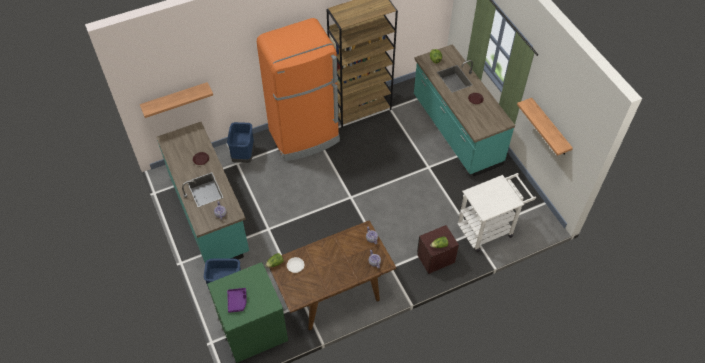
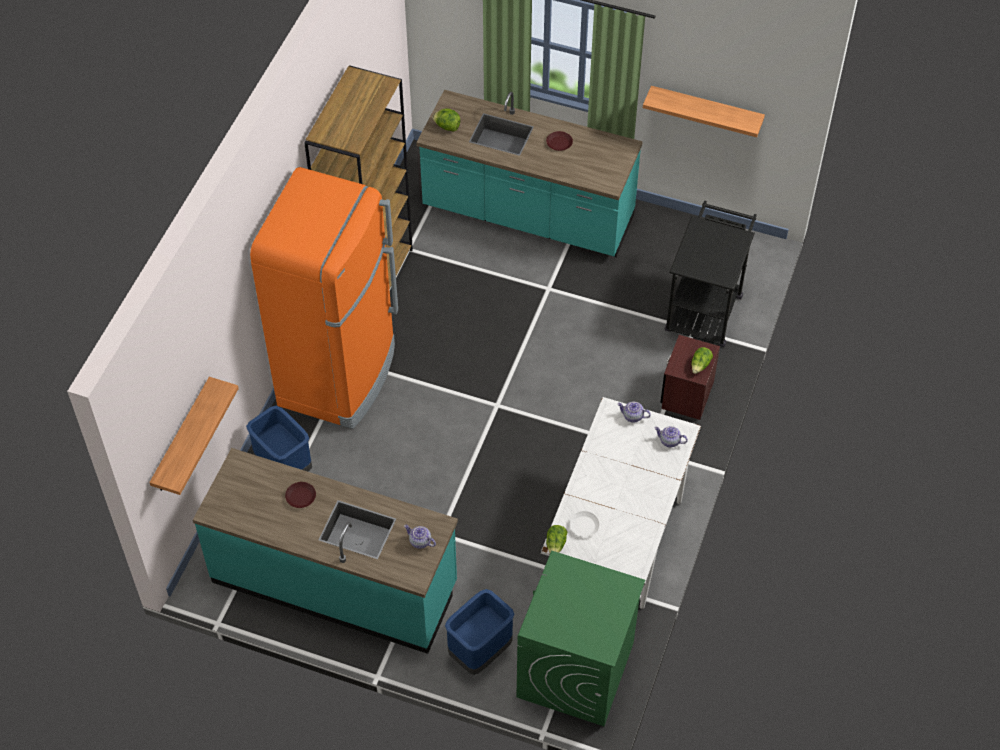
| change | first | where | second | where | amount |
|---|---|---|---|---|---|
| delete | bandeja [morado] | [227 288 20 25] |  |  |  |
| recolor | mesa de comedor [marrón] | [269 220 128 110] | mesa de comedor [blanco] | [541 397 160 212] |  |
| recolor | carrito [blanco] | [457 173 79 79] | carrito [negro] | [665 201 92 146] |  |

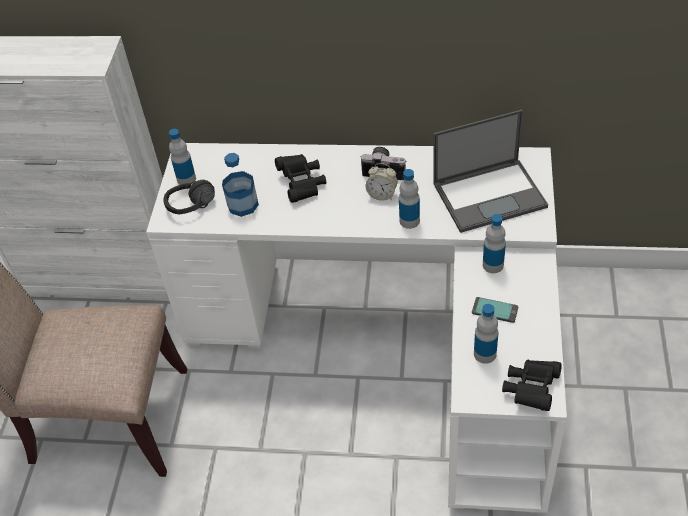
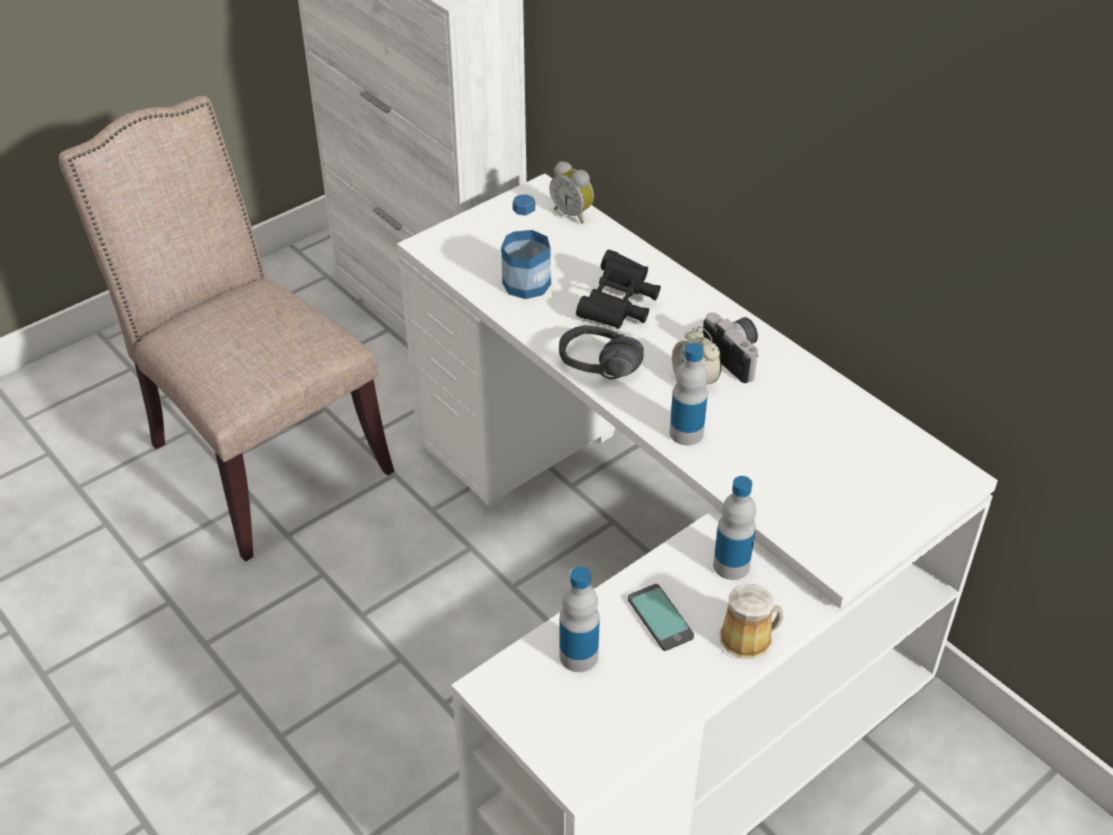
| change | first | where | second | where | amount |
|---|---|---|---|---|---|
| delete | botella | [169 129 27 56] |  |  |  |
| delete | portátil | [433 110 115 123] |  |  |  |
| delete | prismáticos [negro] | [502 360 60 51] |  |  |  |
| insert |  |  | despertador | [549 161 45 63] |  |
| insert |  |  | taza grande | [719 584 64 75] |  |
| move | auriculares [negro] | [163 180 52 35] |  | [559 325 85 54] |  |

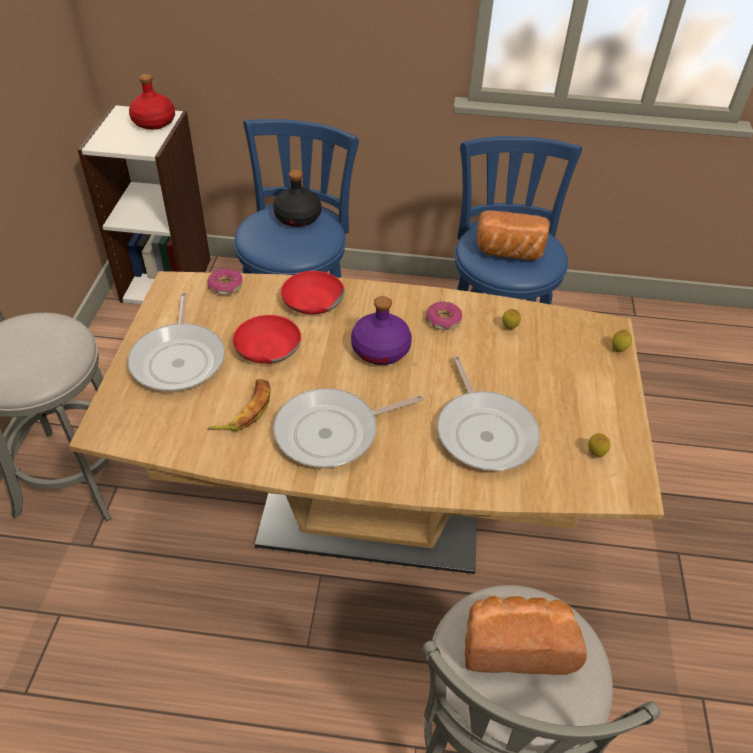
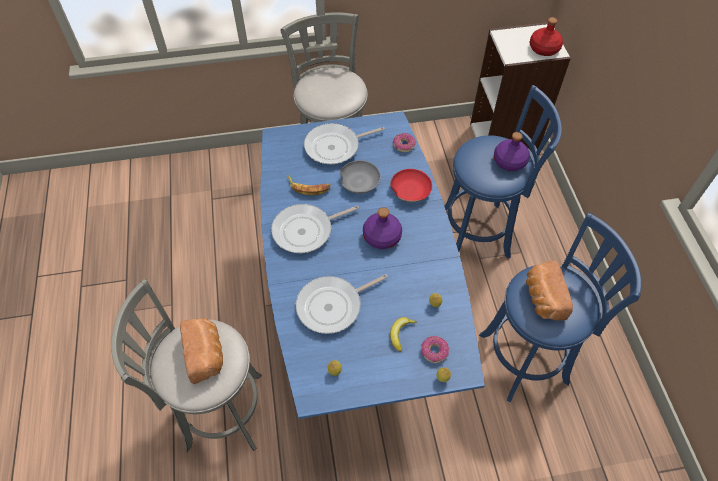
| change | first | where | second | where | amount |
|---|---|---|---|---|---|
| insert |  |  | plátano | [390 317 27 35] |  |
| move | rosquilla | [426 301 36 29] |  | [421 336 28 27] |  |
| recolor | mesa de comedor [marrón] | [69 271 595 303] | mesa de comedor [azul] | [260 111 225 308] |  |
| recolor | cuenco [rojo] | [233 315 68 49] | cuenco [gris] | [340 160 41 33] |  |
| recolor | botella [negro] | [273 170 48 57] | botella [morado] | [494 132 36 39] |  |
| rotate | sartén | [273 388 151 80] |  | [271 204 88 49] | 75 degrees counterclockwise |

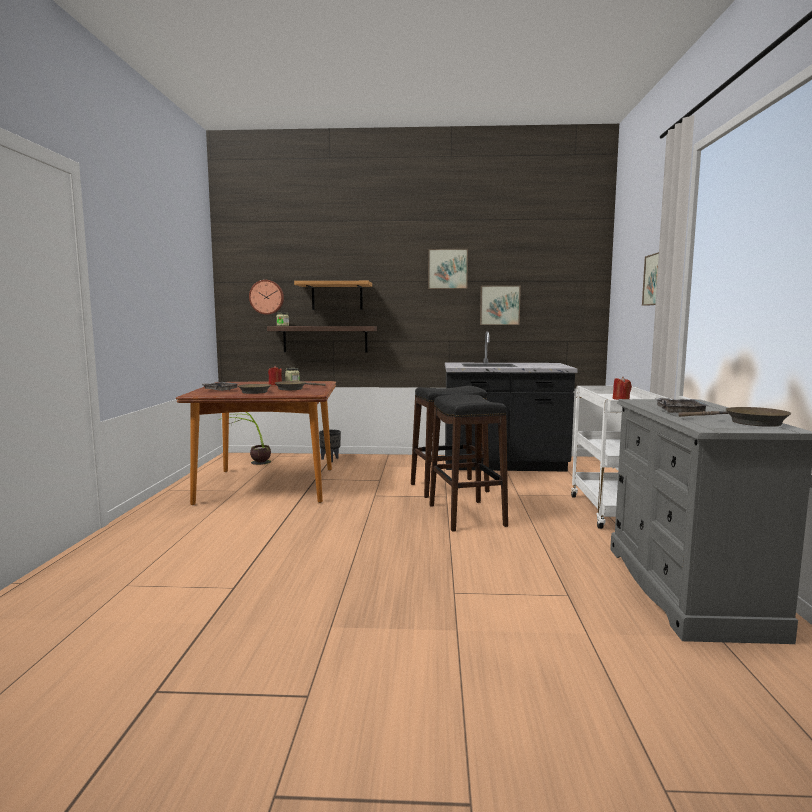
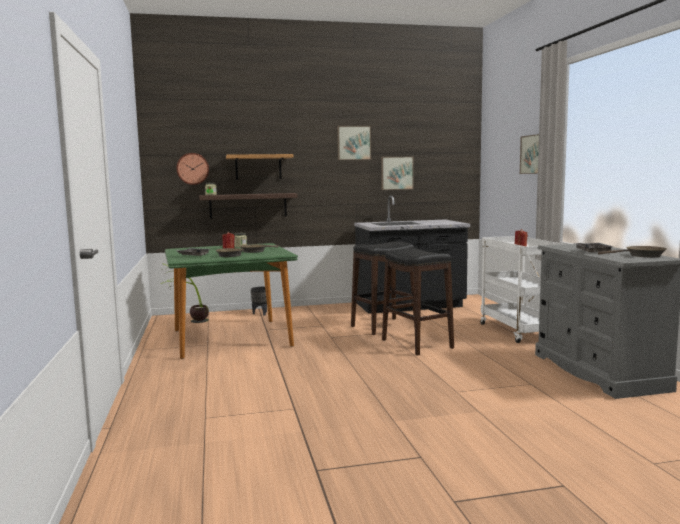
| change | first | where | second | where | amount |
|---|---|---|---|---|---|
| recolor | mesa de comedor [marrón] | [176 381 160 124] | mesa de comedor [verde] | [165 243 133 116] |  |

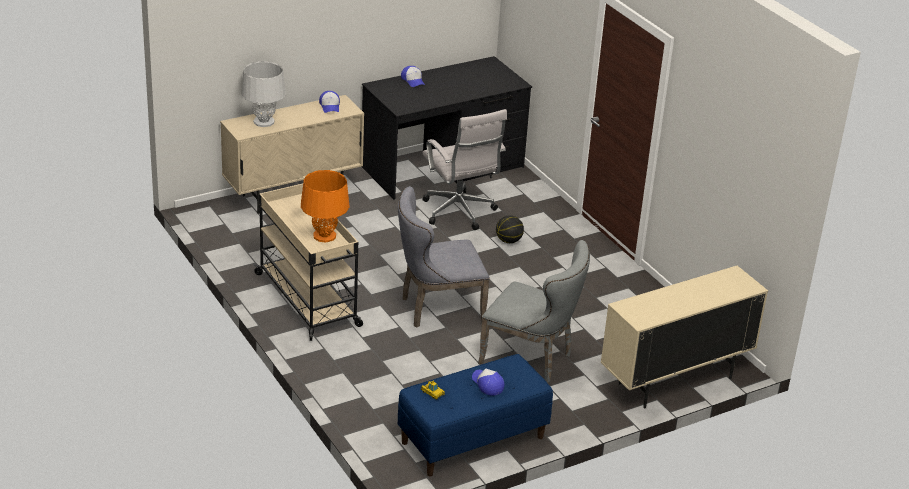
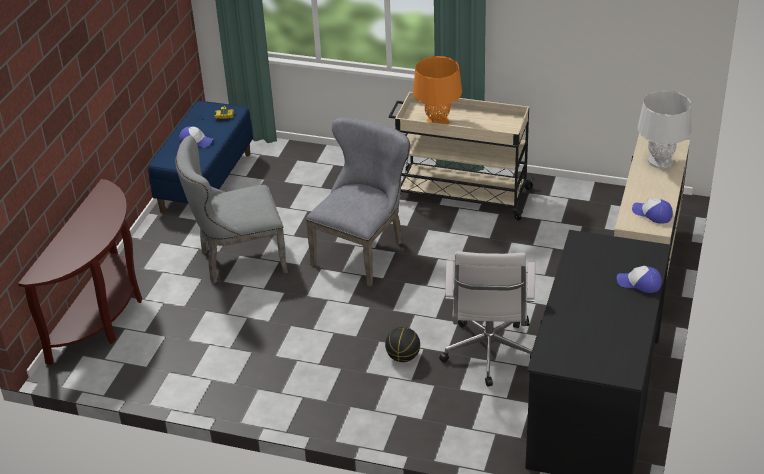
| change | first | where | second | where | amount |
|---|---|---|---|---|---|
| replace | armario [beis] | [601 266 167 143] | mesa consola [marrón] | [18 179 124 186] |  |
| rotate | silla de oficina [blanco] | [423 109 84 121] |  | [439 251 96 136] | 105 degrees counterclockwise |

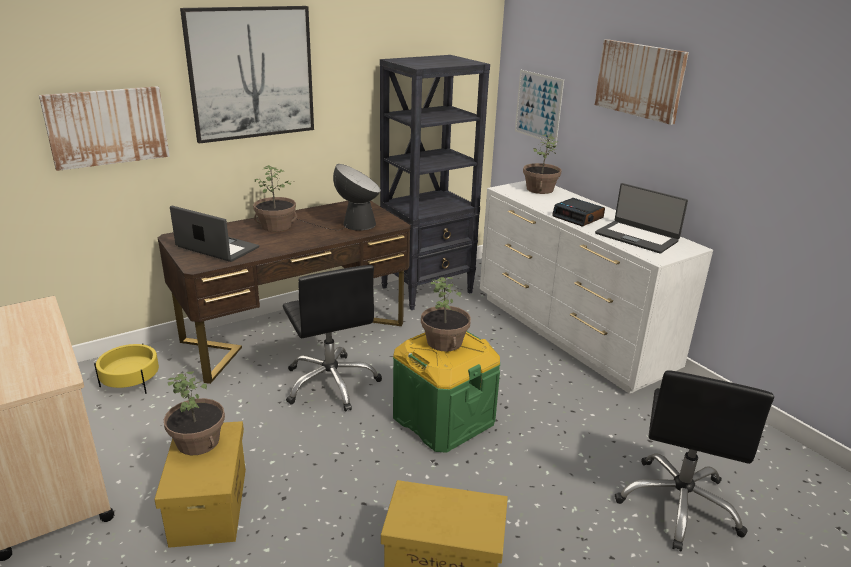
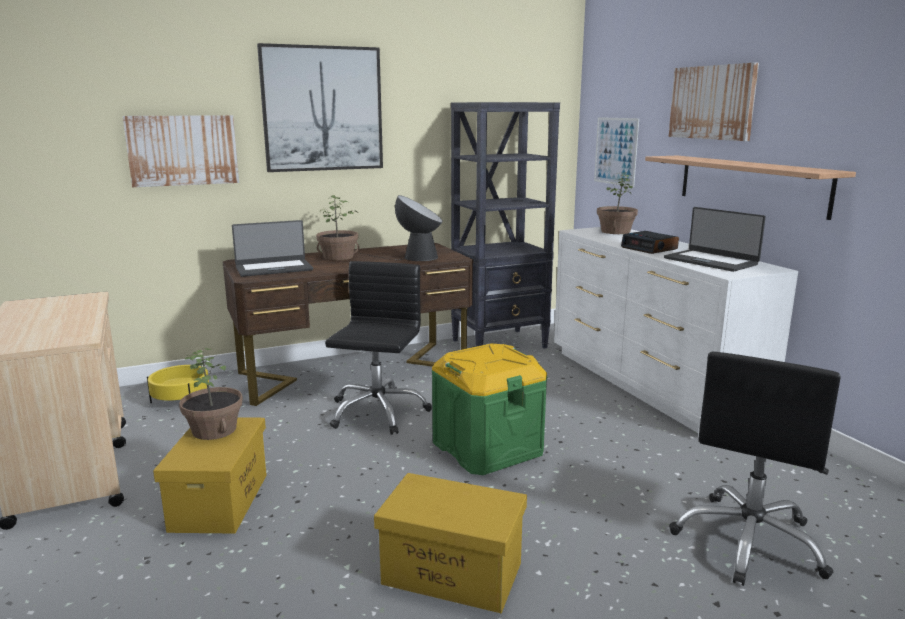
| change | first | where | second | where | amount |
|---|---|---|---|---|---|
| delete | planta en maceta | [421 277 50 75] |  |  |  |
| insert |  |  | estante | [645 156 211 64] |  |
| rotate | portátil | [170 206 89 56] |  | [232 220 81 57] | 120 degrees clockwise |
| rotate | silla de oficina [negro] | [283 265 99 147] |  | [325 261 107 174] | 150 degrees counterclockwise |

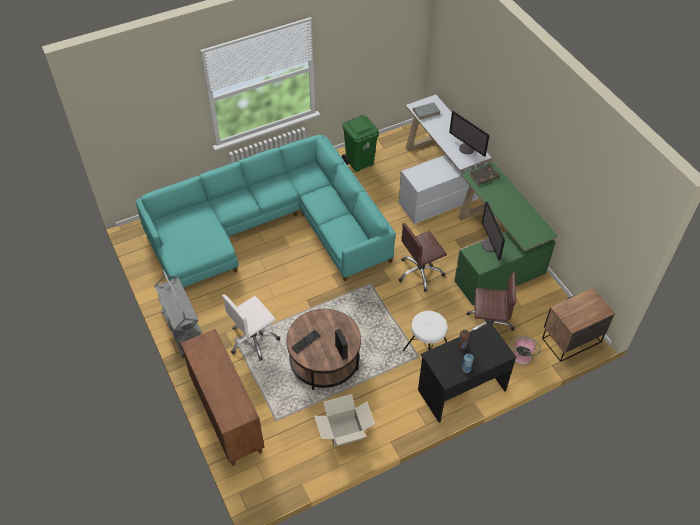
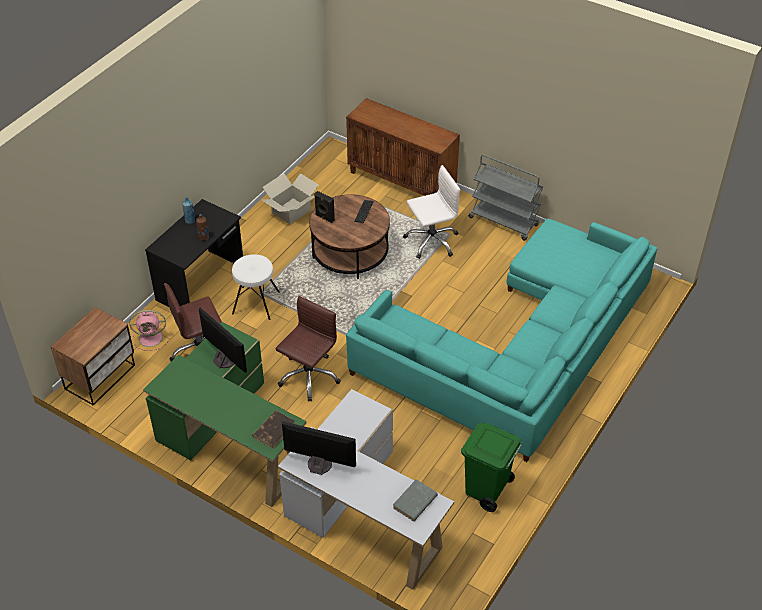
| change | first | where | second | where | amount |
|---|---|---|---|---|---|
| rotate | silla de oficina [blanco] | [222 294 58 67] |  | [403 165 57 94] | 45 degrees clockwise |

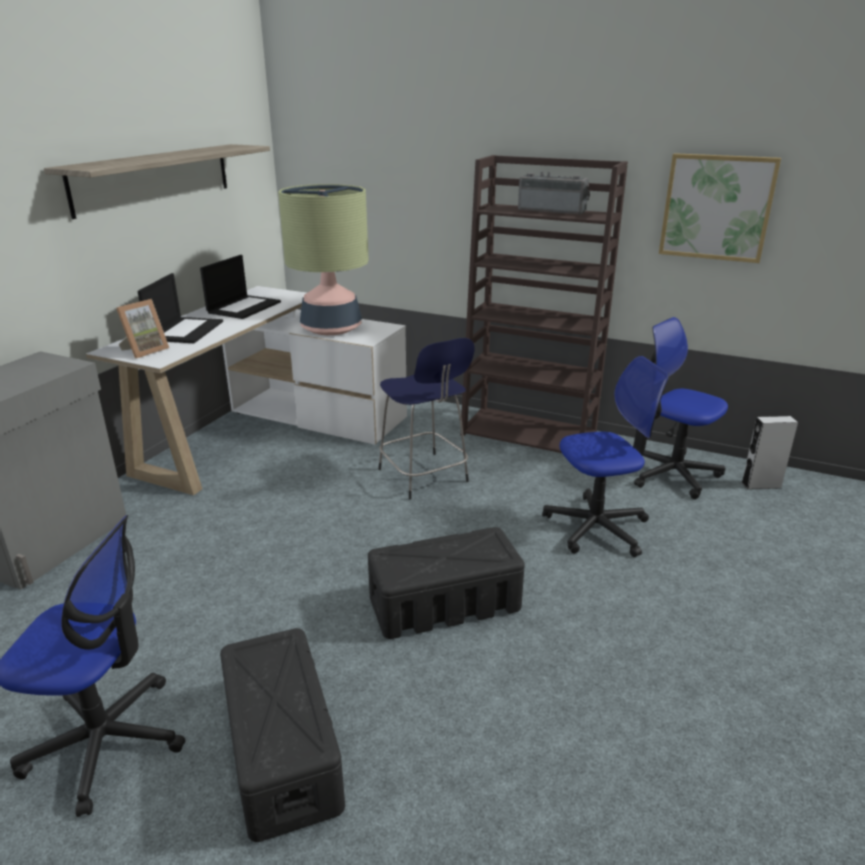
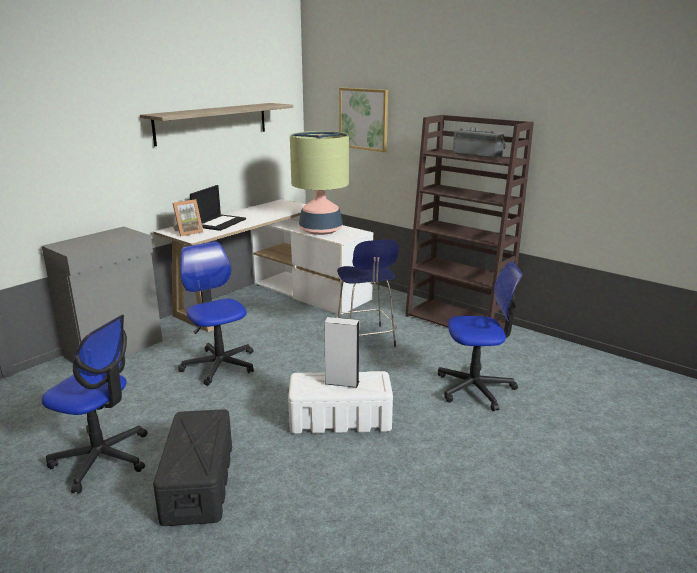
| change | first | where | second | where | amount |
|---|---|---|---|---|---|
| delete | portátil | [200 255 81 64] |  |  |  |
| move | silla de oficina | [634 317 94 182] |  | [178 242 76 144] |  |
| move | cuadro | [659 153 122 110] |  | [339 88 49 64] |  |
| move | altavoz [gris] | [741 416 57 74] |  | [324 317 35 71] |  |
| recolor | caja de almacenaje [negro] | [368 527 157 112] | caja de almacenaje [blanco] | [288 371 105 63] |  |

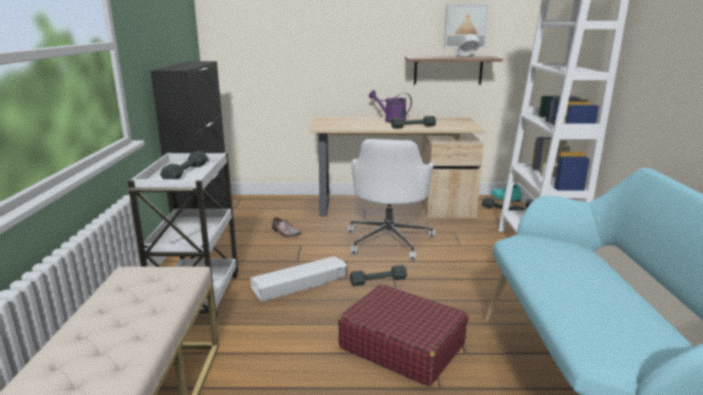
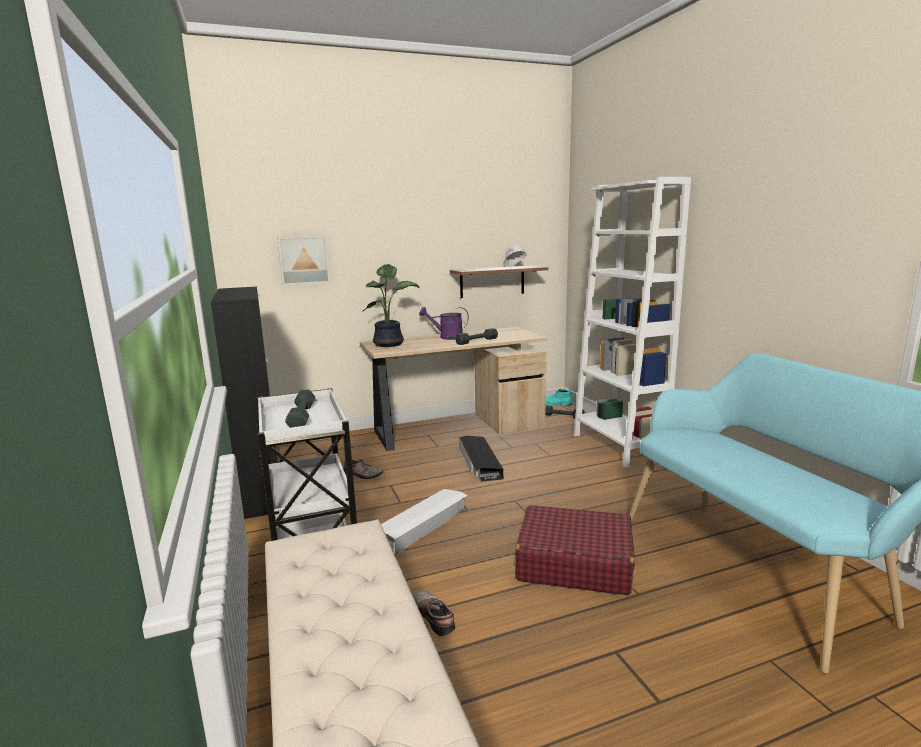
| change | first | where | second | where | amount |
|---|---|---|---|---|---|
| delete | mancuerna [gris] | [350 265 57 21] |  |  |  |
| insert |  |  | planta en maceta | [362 264 58 83] |  |
| insert |  |  | zapato | [412 591 43 45] |  |
| move | cuadro | [444 4 45 44] |  | [277 236 53 49] |  |
| replace | silla de oficina [blanco] | [348 139 87 121] | caja de almacenaje [negro] | [459 436 45 46] |  |

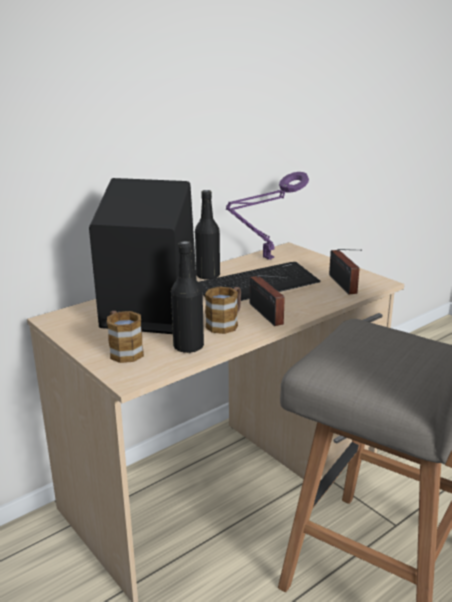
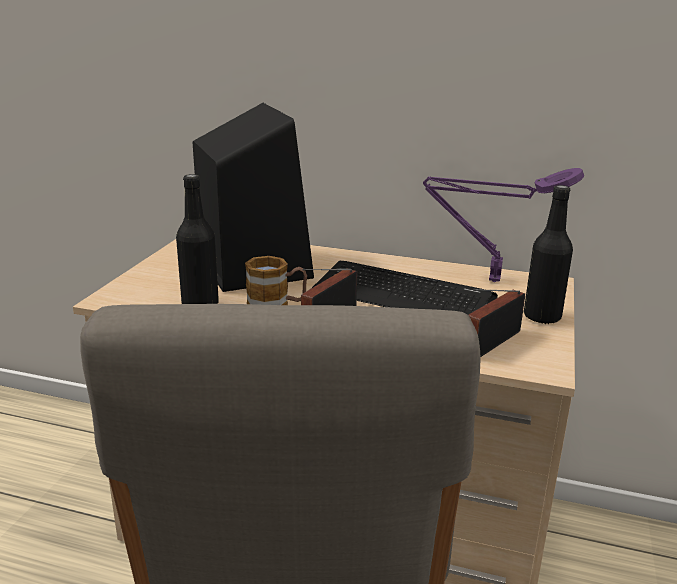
| change | first | where | second | where | amount |
|---|---|---|---|---|---|
| delete | taza grande | [107 311 37 52] |  |  |  |
| move | botella [negro] | [195 190 25 89] |  | [524 185 49 139] |  |

